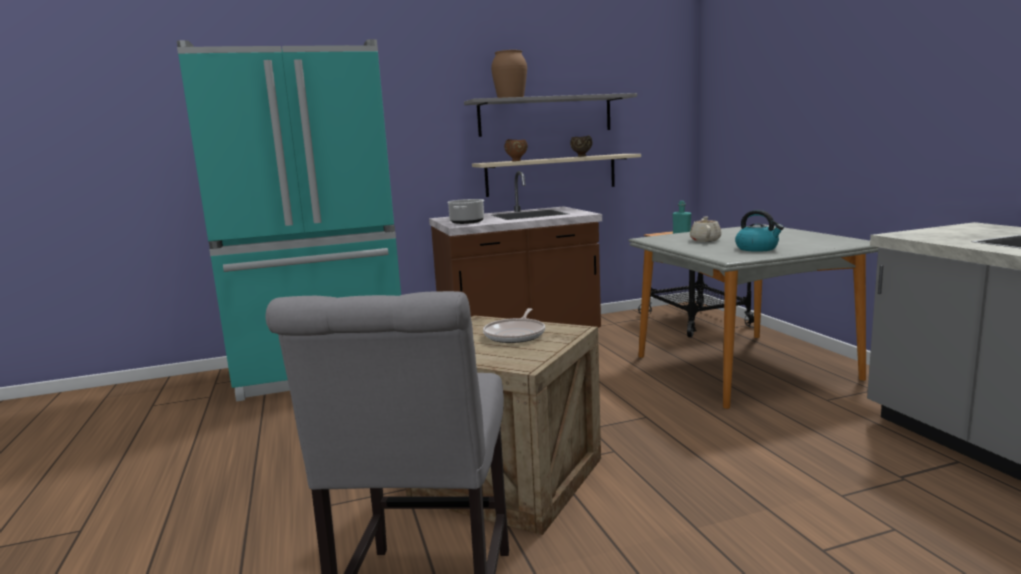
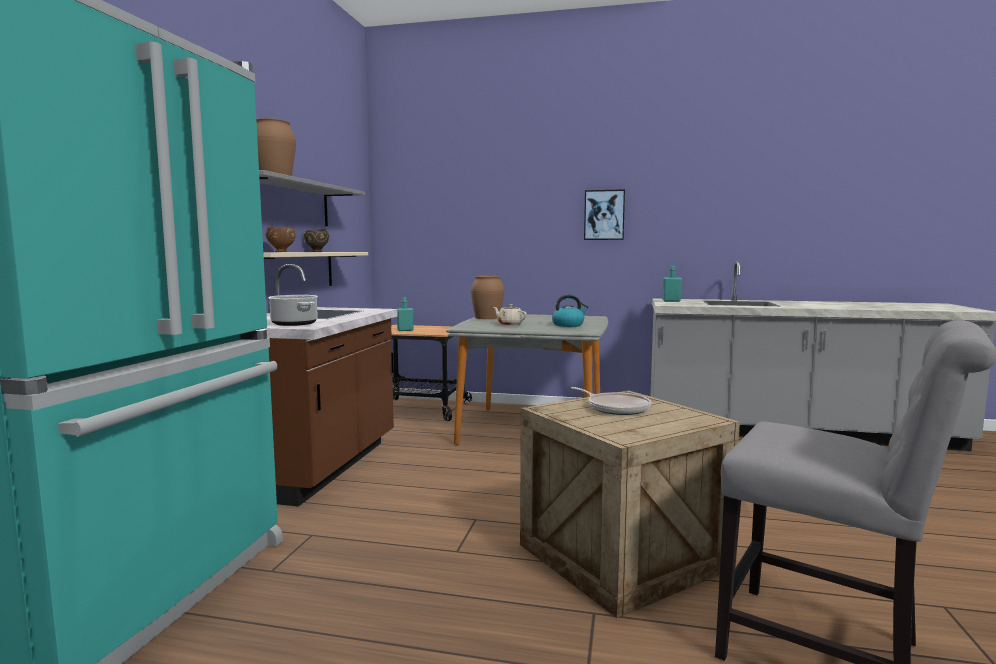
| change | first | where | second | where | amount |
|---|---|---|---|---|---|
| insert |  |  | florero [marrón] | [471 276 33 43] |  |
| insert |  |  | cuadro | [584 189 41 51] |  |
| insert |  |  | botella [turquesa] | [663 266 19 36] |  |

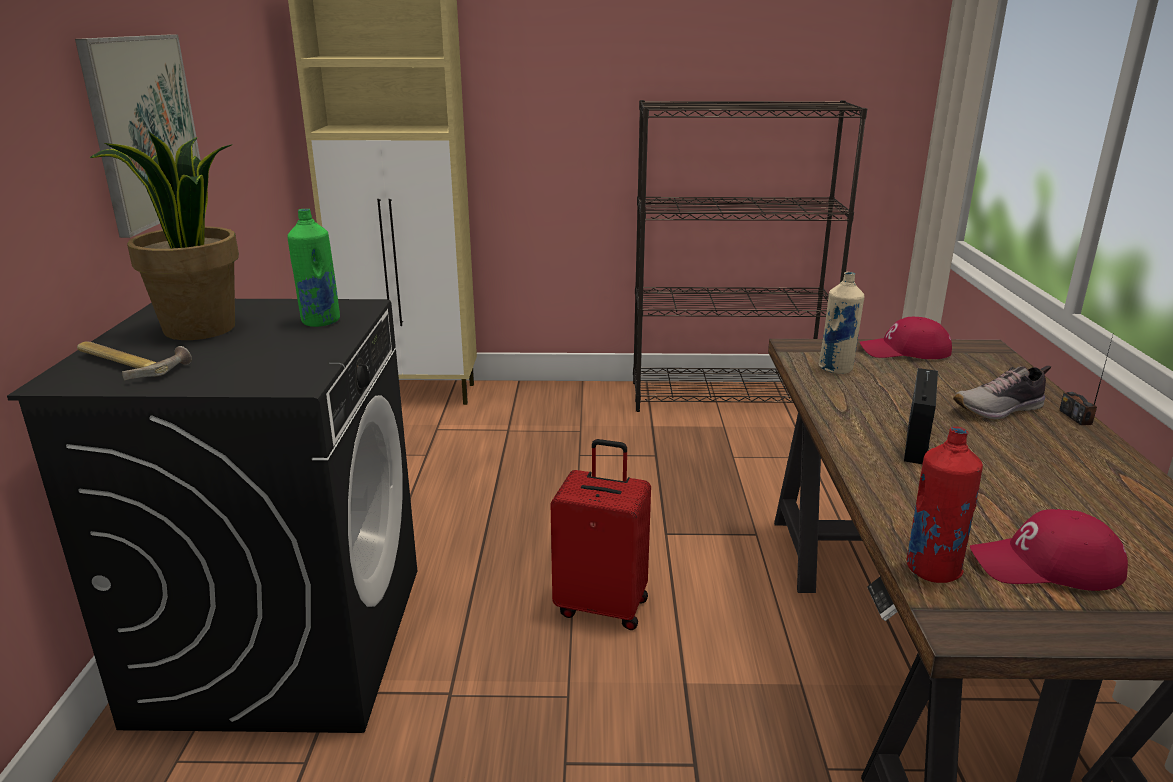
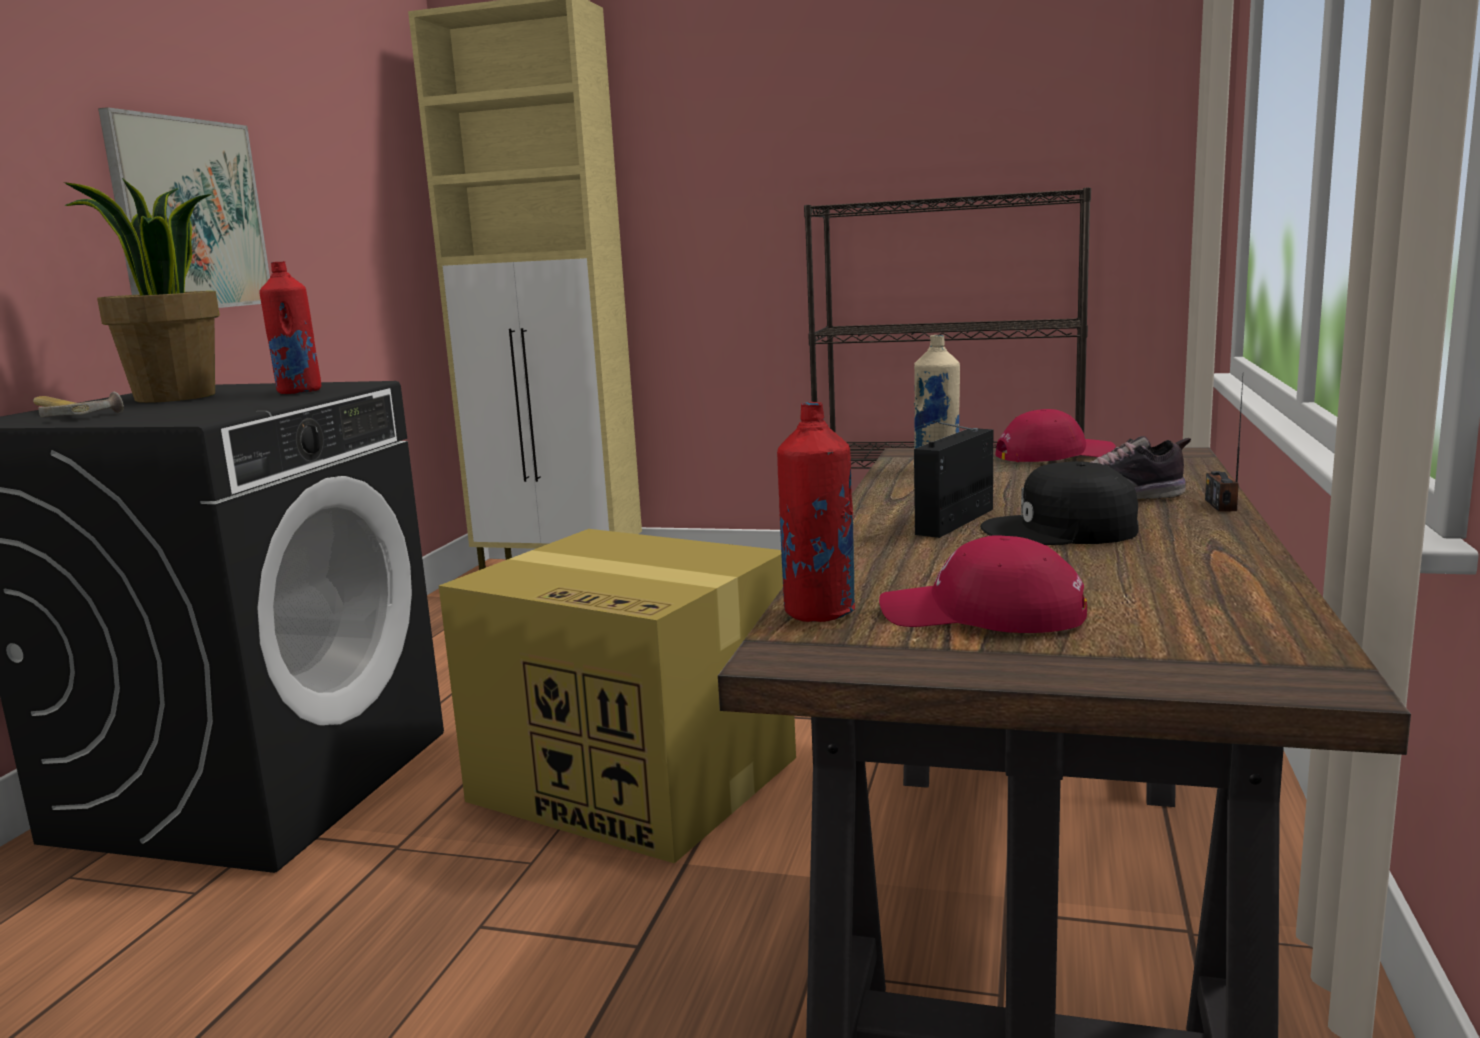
| change | first | where | second | where | amount |
|---|---|---|---|---|---|
| insert |  |  | gorra [negro] | [980 461 159 84] |  |
| replace | maleta [rojo] | [551 439 100 191] | caja de cartón | [439 529 357 335] |  |
| recolor | botella [verde] | [287 209 53 118] | botella [rojo] | [259 261 62 133] |  |
| rotate | gorra [rojo] | [860 317 92 42] |  | [995 409 121 53] | 150 degrees clockwise |

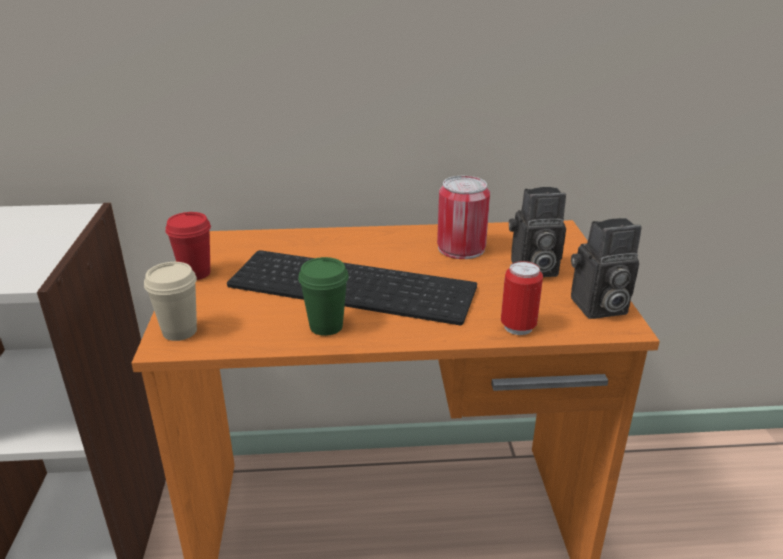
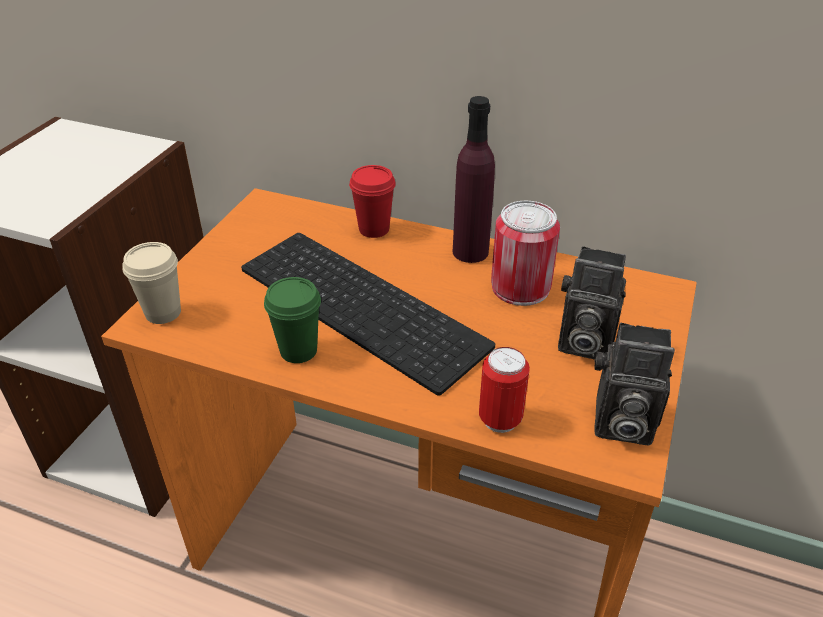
| change | first | where | second | where | amount |
|---|---|---|---|---|---|
| insert |  |  | botella [morado] | [453 96 42 167] |  |
| move | taza [rojo] | [166 212 45 68] |  | [349 165 47 73] |  |

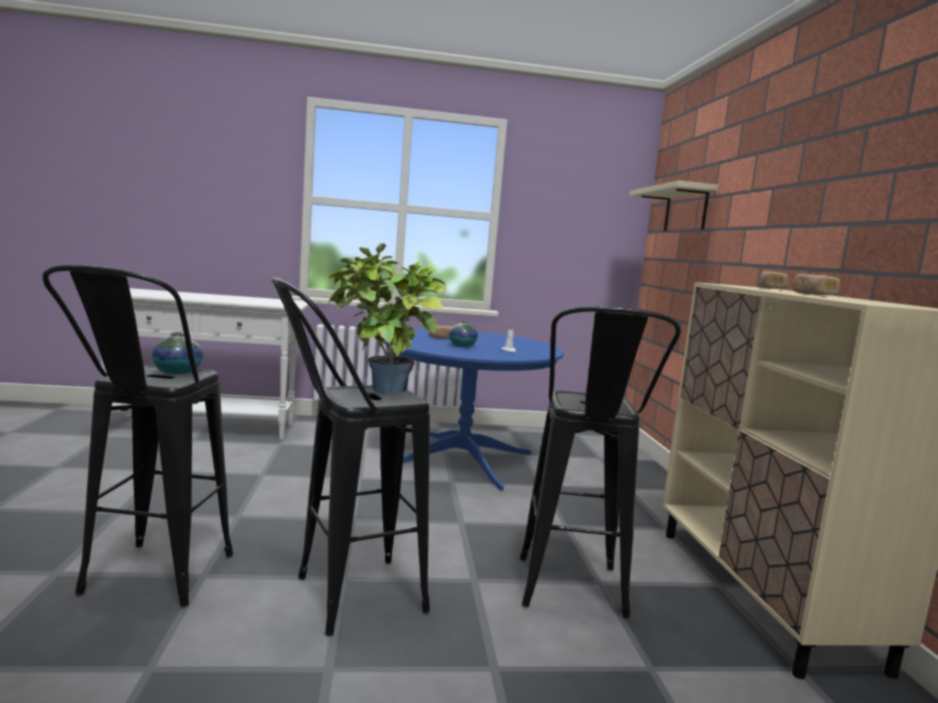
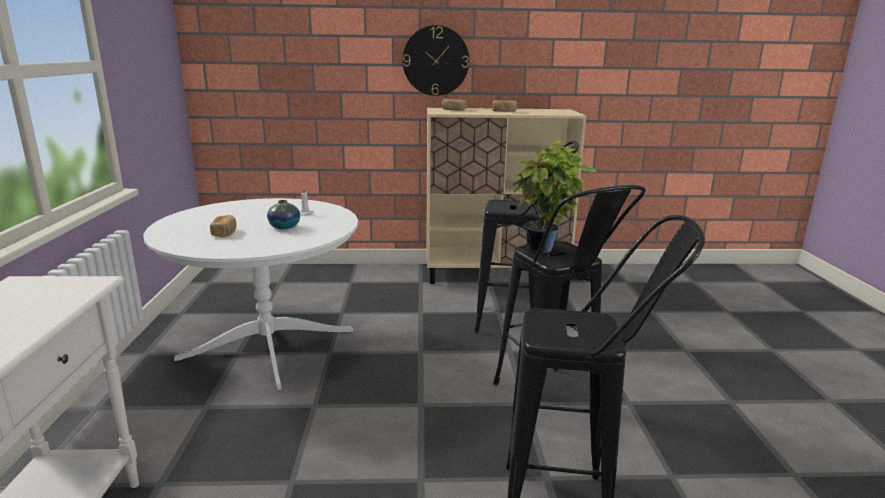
| change | first | where | second | where | amount |
|---|---|---|---|---|---|
| delete | florero | [152 332 51 42] |  |  |  |
| delete | estante [beis] | [629 181 89 50] |  |  |  |
| insert |  |  | reloj de pared | [402 25 67 71] |  |
| recolor | mesa de comedor [azul] | [382 329 182 162] | mesa de comedor [blanco] | [143 198 215 192] |  |

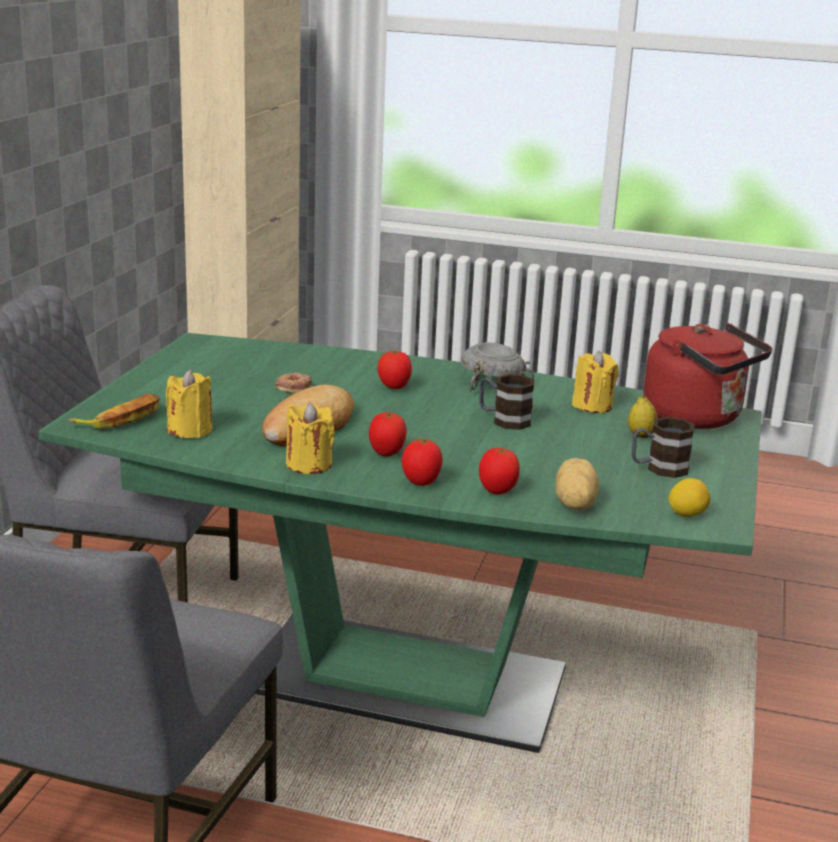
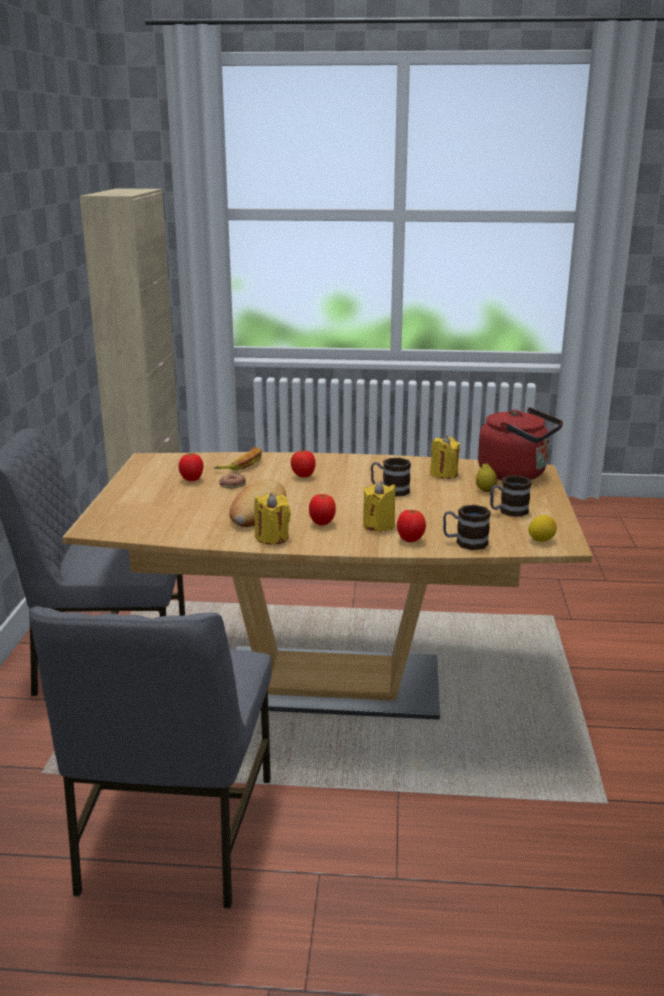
| change | first | where | second | where | amount |
|---|---|---|---|---|---|
| delete | cuenco [gris] | [461 342 74 50] |  |  |  |
| move | plátano | [68 394 92 35] |  | [214 447 48 23] |  |
| move | vela [amarillo] | [166 369 47 69] |  | [363 481 33 50] |  |
| move | tomate | [402 439 41 47] |  | [179 453 24 28] |  |
| replace | patata | [555 458 44 52] | taza grande | [443 505 48 45] |  |
| recolor | mesa de comedor [verde] | [38 333 724 420] | mesa de comedor [marrón] | [62 452 530 267] |  |

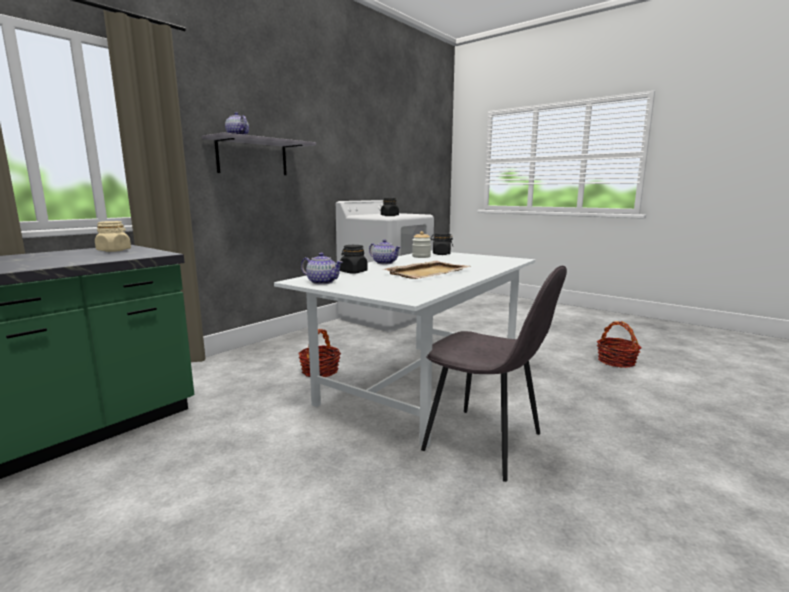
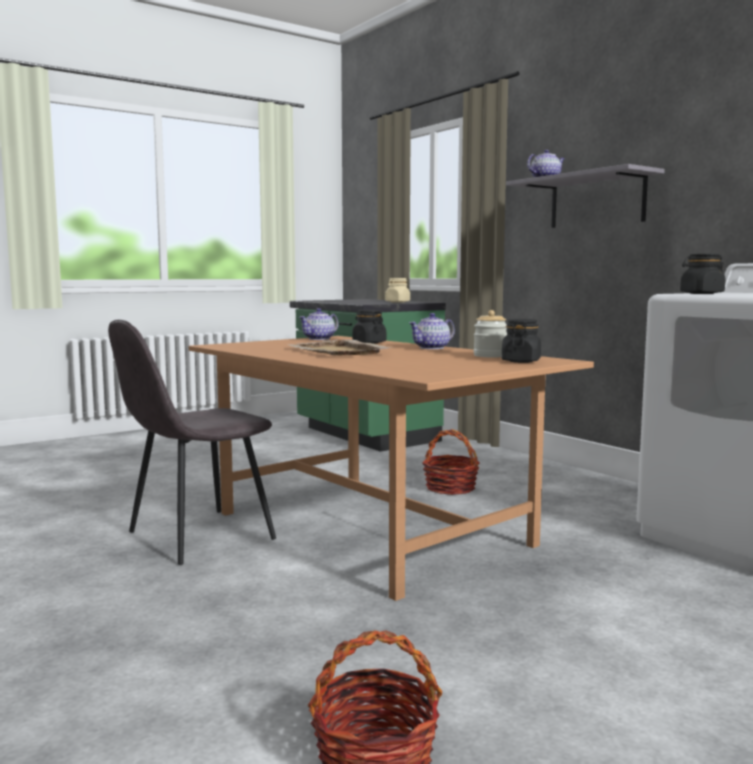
| change | first | where | second | where | amount |
|---|---|---|---|---|---|
| recolor | mesa de comedor [blanco] | [274 251 261 197] | mesa de comedor [marrón] | [189 336 405 265] |  |

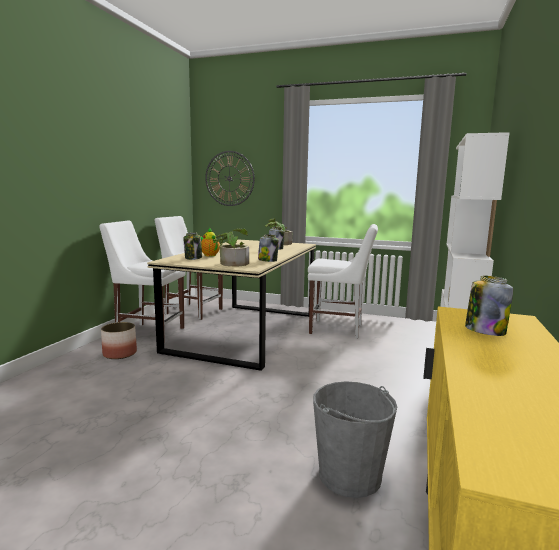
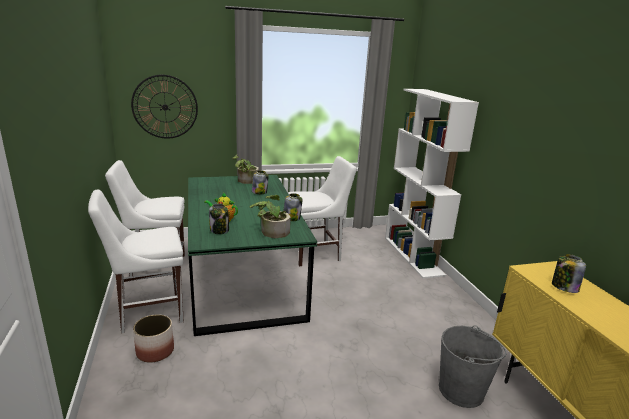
| change | first | where | second | where | amount |
|---|---|---|---|---|---|
| recolor | mesa de comedor [beis] | [147 239 169 132] | mesa de comedor [verde] | [188 175 129 161] |  |

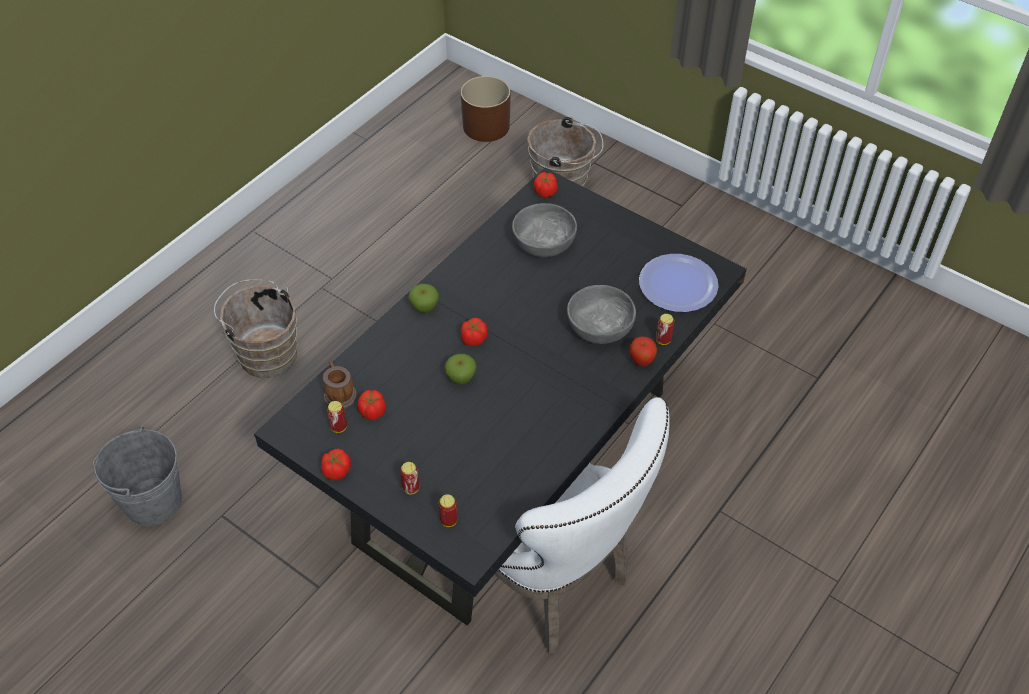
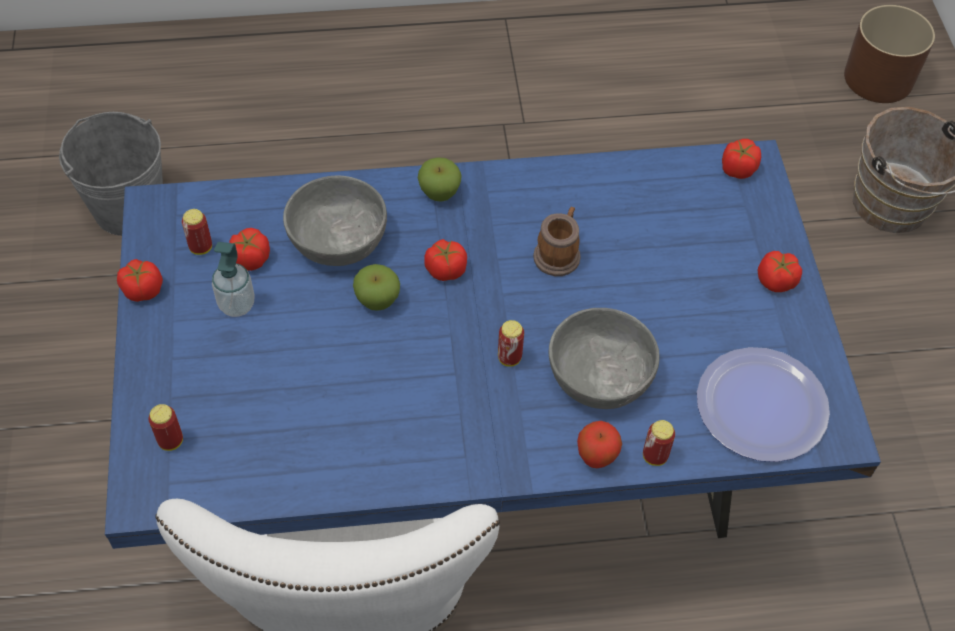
| change | first | where | second | where | amount |
|---|---|---|---|---|---|
| delete | cubo [marrón] | [214 279 84 99] |  |  |  |
| insert |  |  | dispensador de jabón | [212 242 42 75] |  |
| insert |  |  | tomate | [757 251 45 41] |  |
| move | taza grande | [323 361 34 48] |  | [533 207 47 69] |  |
| move | lata | [400 462 19 32] |  | [498 320 26 47] |  |
| move | cuenco [gris] | [512 203 65 54] |  | [283 176 104 90] |  |
| recolor | mesa de comedor [negro] | [254 168 493 457] | mesa de comedor [azul] | [105 140 776 409] |  |

